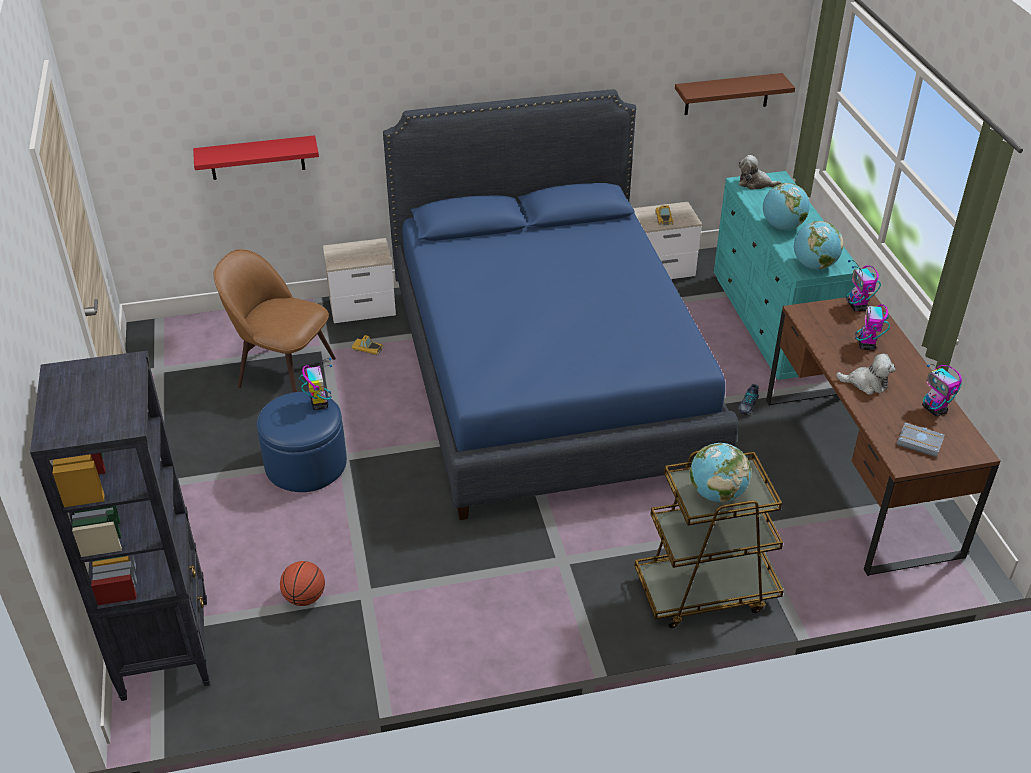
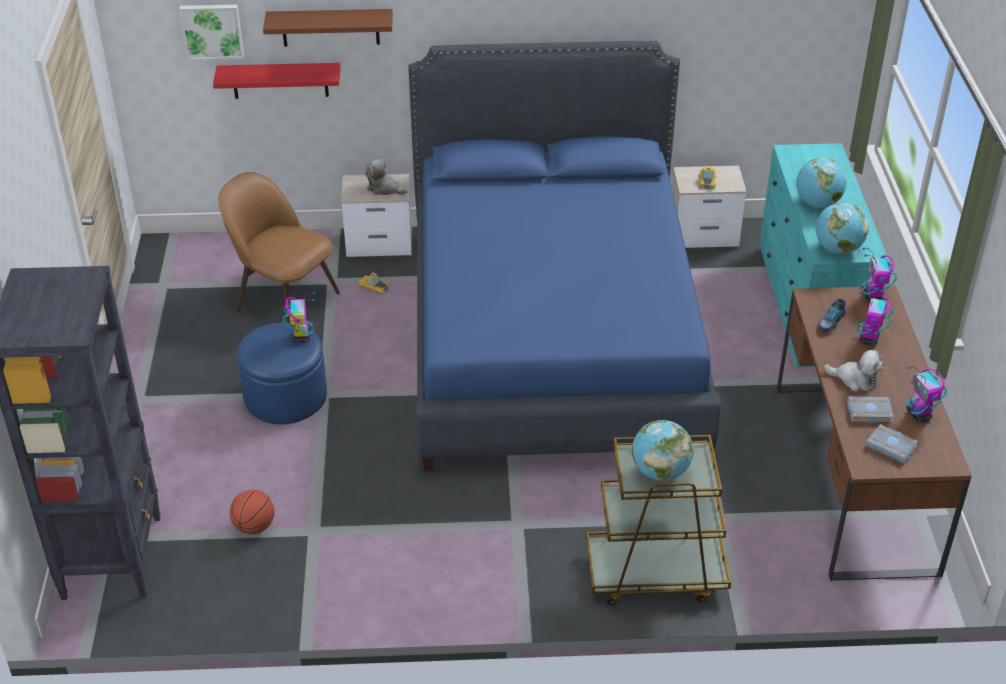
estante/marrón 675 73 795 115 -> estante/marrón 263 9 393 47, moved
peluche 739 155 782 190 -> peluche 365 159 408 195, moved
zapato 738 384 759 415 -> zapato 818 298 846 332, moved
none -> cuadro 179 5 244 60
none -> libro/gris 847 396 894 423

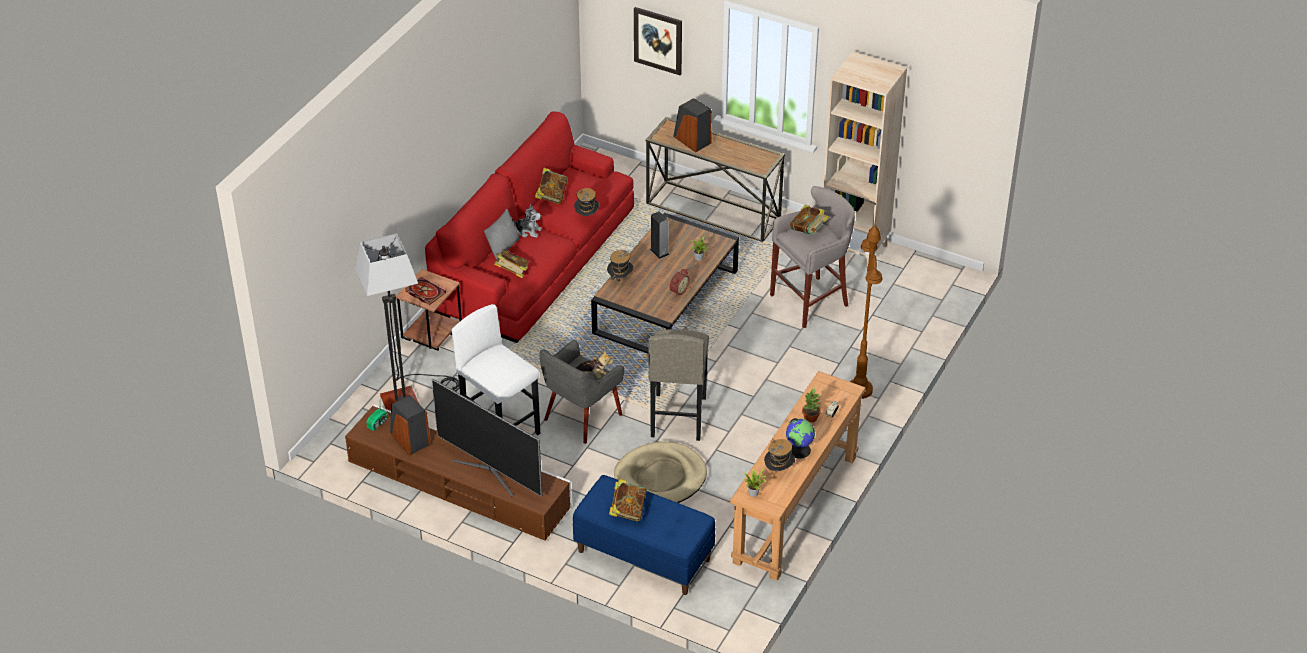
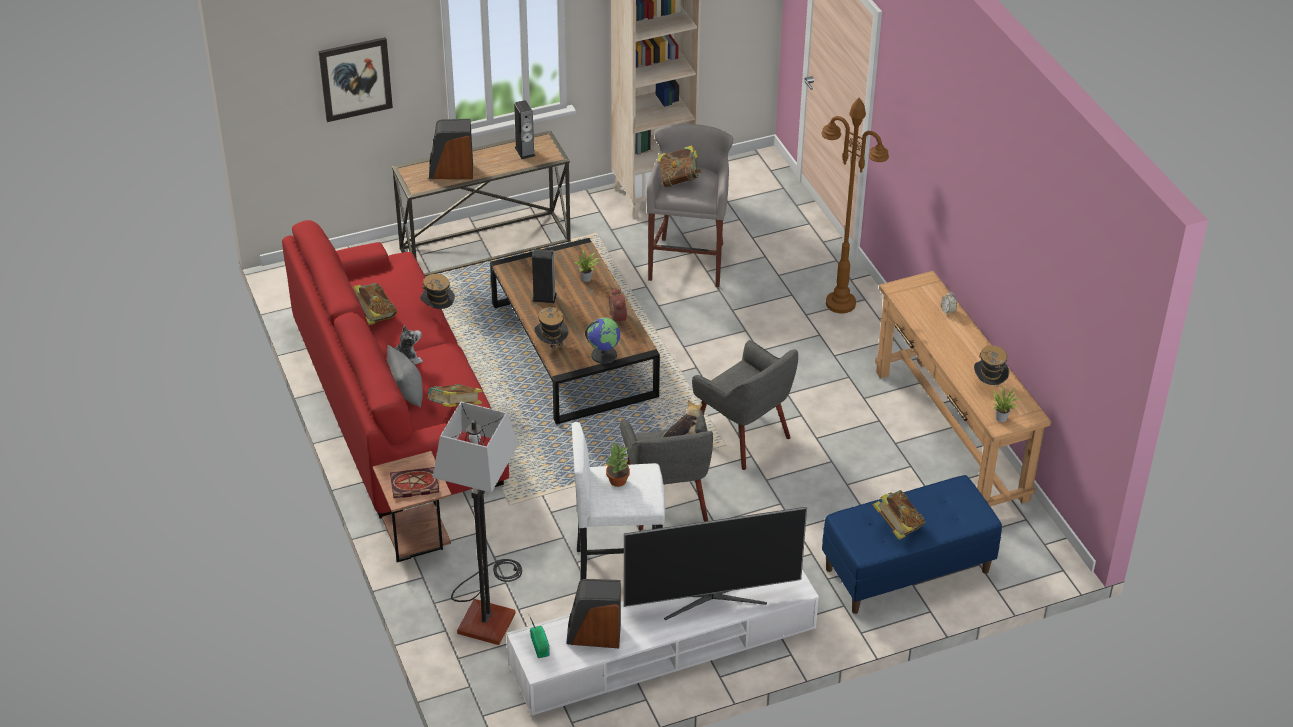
taburete/gris 648 329 709 441 -> sillón/gris 692 340 798 470
planta en maceta 802 388 821 423 -> planta en maceta 605 442 630 487, moved
mueble de televisión/marrón 345 405 572 540 -> mueble de televisión/blanco 506 570 819 716
globo terráqueo 786 418 815 458 -> globo terráqueo 585 317 620 364, moved
cama para perro/beis 614 441 707 503 -> none
none -> altavoz 514 100 535 159

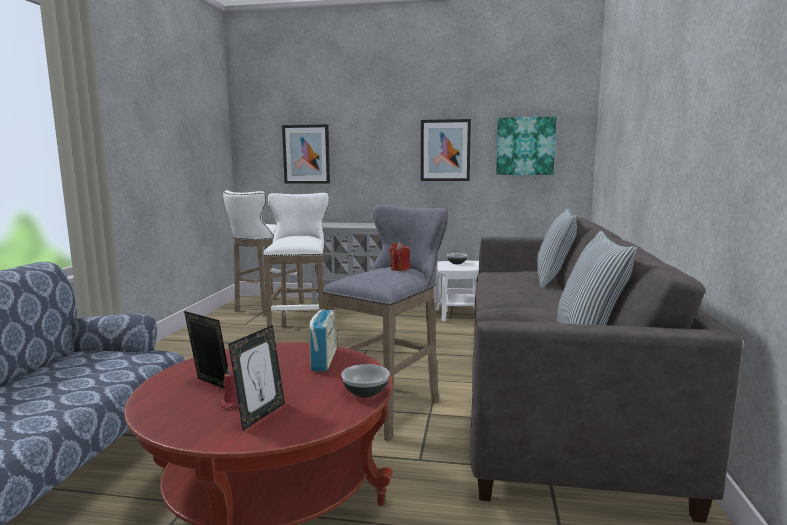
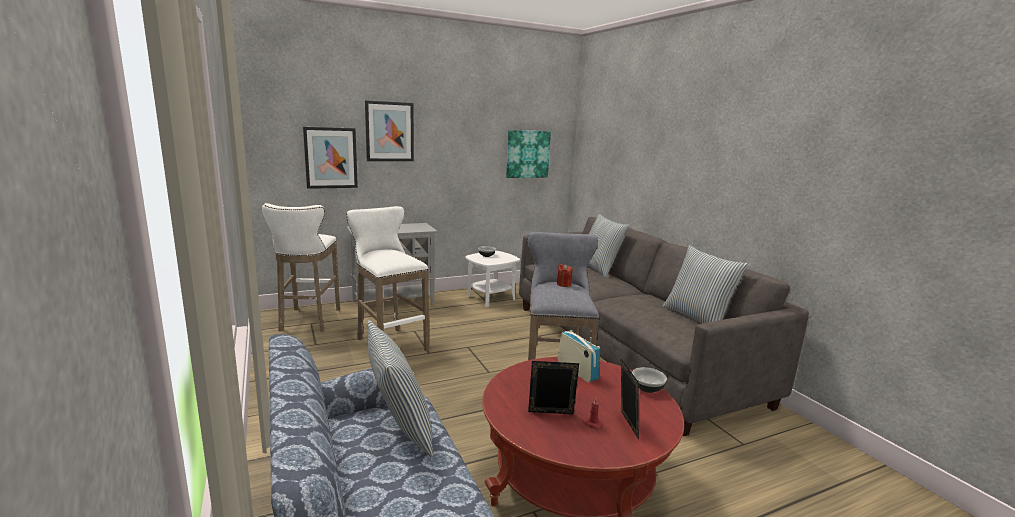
cuadro 421 119 471 181 -> cuadro 365 100 414 161, moved
none -> cojín 367 320 433 457

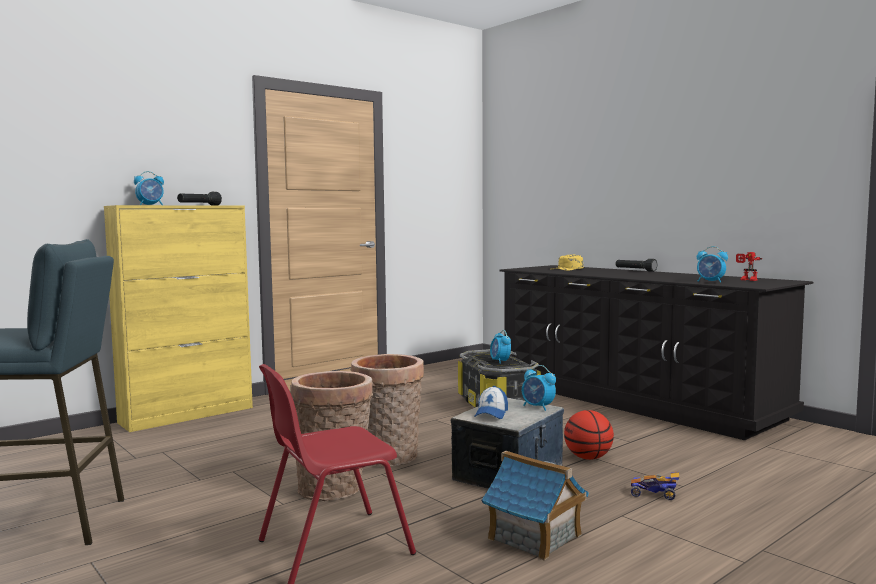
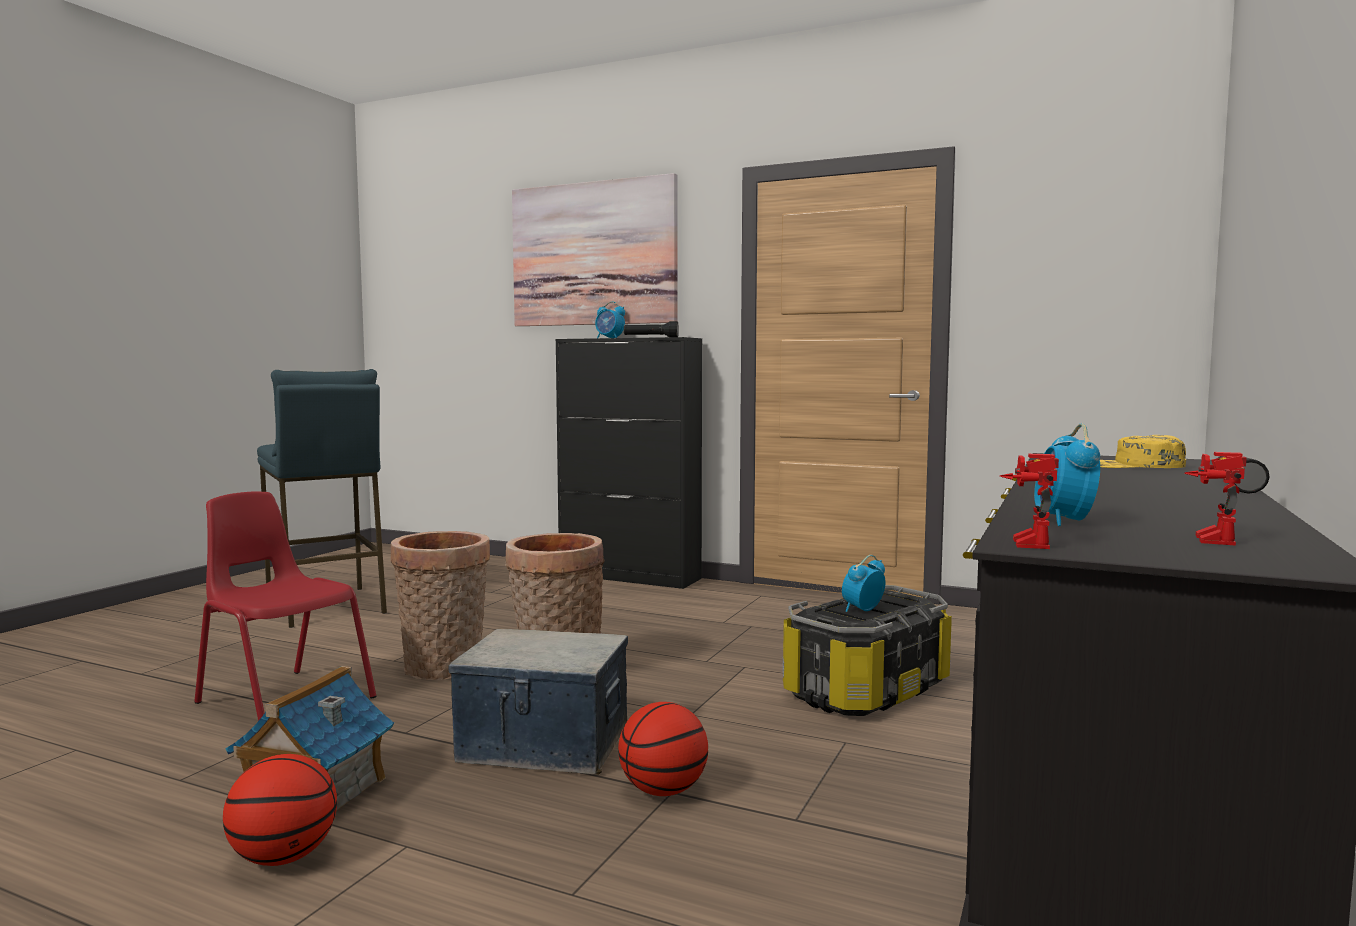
armario/amarillo 104 205 253 432 -> armario/negro 556 337 702 589
despertador 522 365 556 411 -> none
gorra 474 386 508 419 -> none
coche de juguete 631 471 679 500 -> none
none -> cuadro 512 173 677 326
none -> robot de juguete 1000 454 1059 549
none -> balón de baloncesto 223 754 337 866

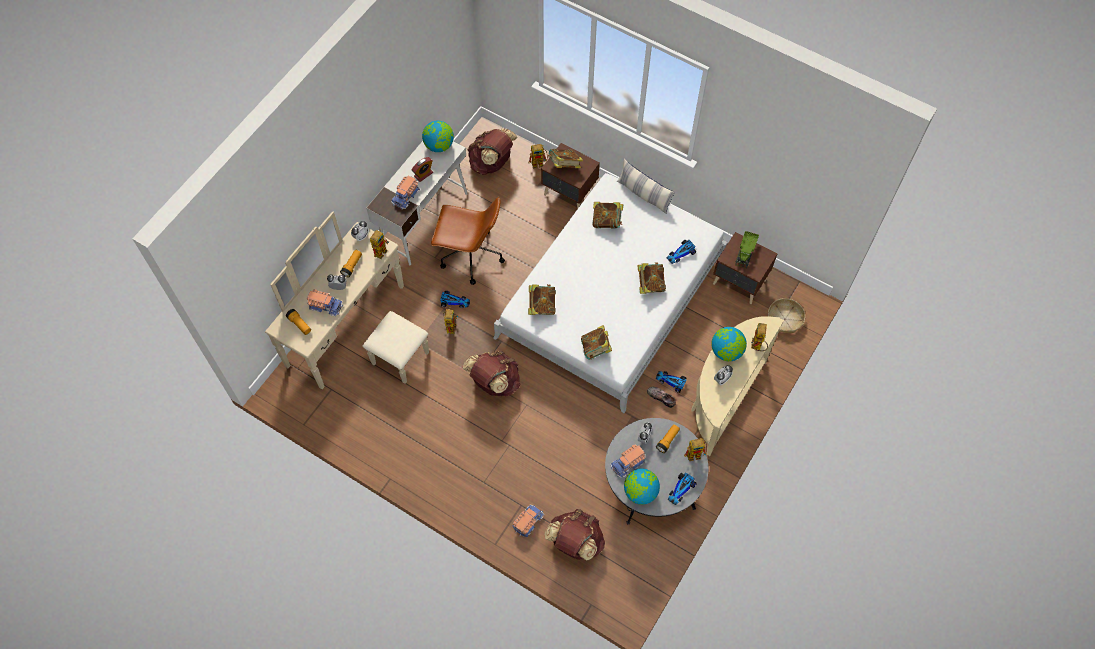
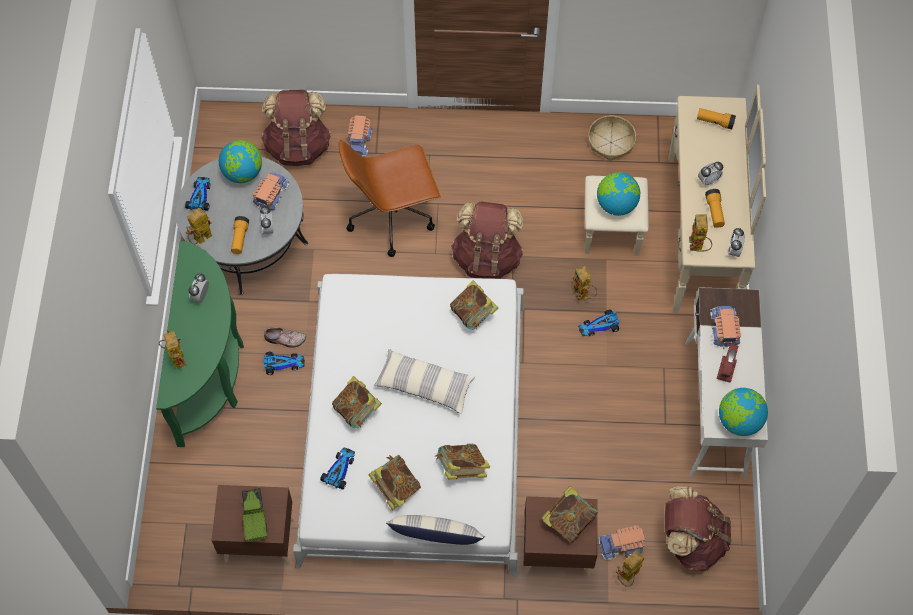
silla de oficina/marrón 430 197 505 285 -> silla de oficina/marrón 338 140 441 257, moved
camión de juguete 307 289 343 317 -> camión de juguete 598 525 645 560, moved
cesta 768 298 805 333 -> cesta 588 116 636 161, moved
mesa consola/beis 691 316 784 456 -> mesa consola/verde 156 241 244 447
libro 581 325 612 360 -> libro 368 455 421 510, moved
globo terráqueo 711 327 747 361 -> globo terráqueo 597 172 640 216, moved
none -> cojín 374 349 476 414

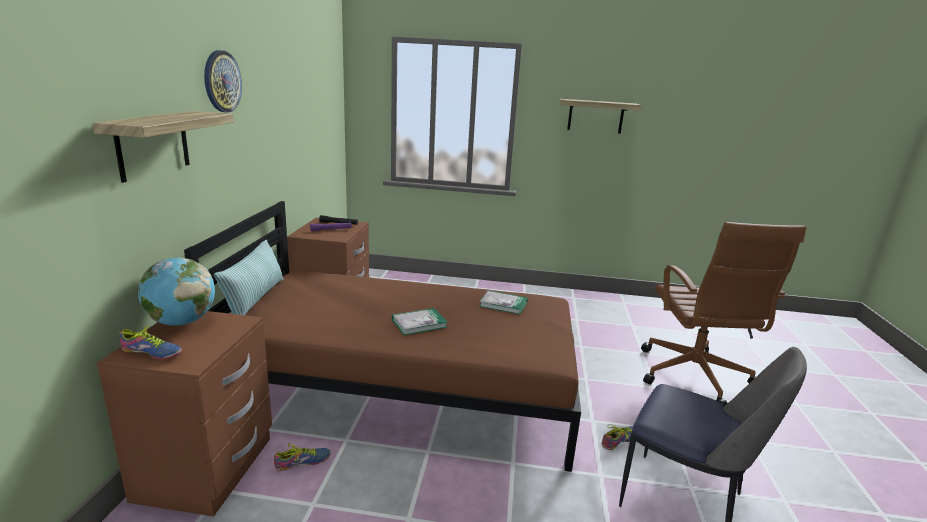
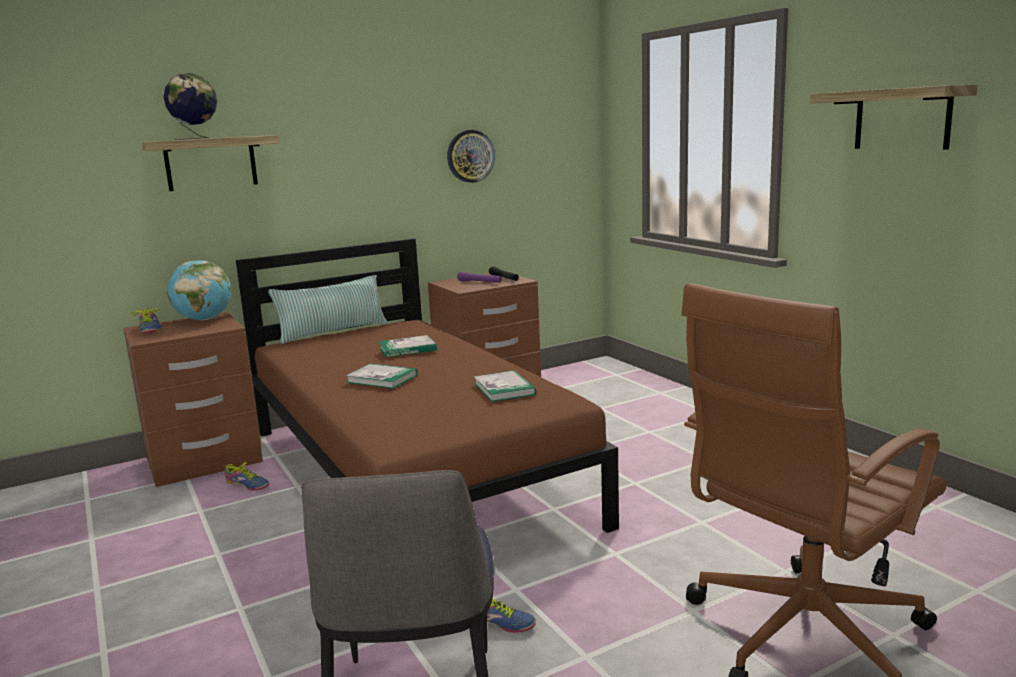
reloj de pared 204 50 242 112 -> reloj de pared 447 130 495 183, moved
none -> globo terráqueo 164 73 217 140
none -> libro 379 335 437 357

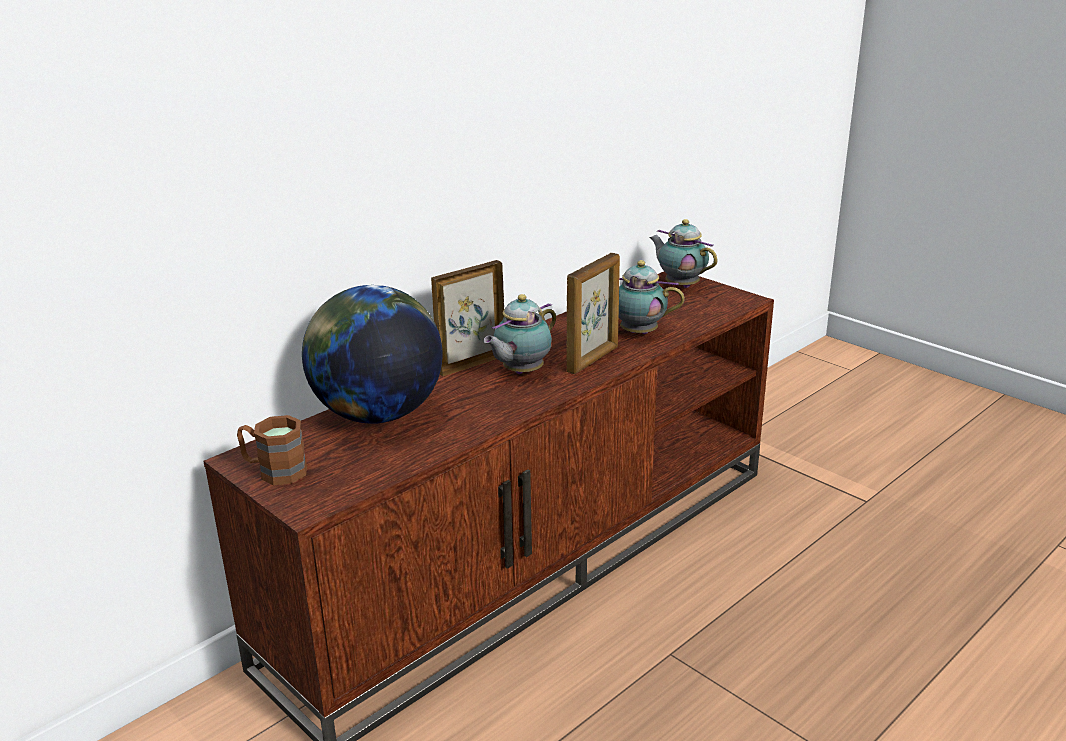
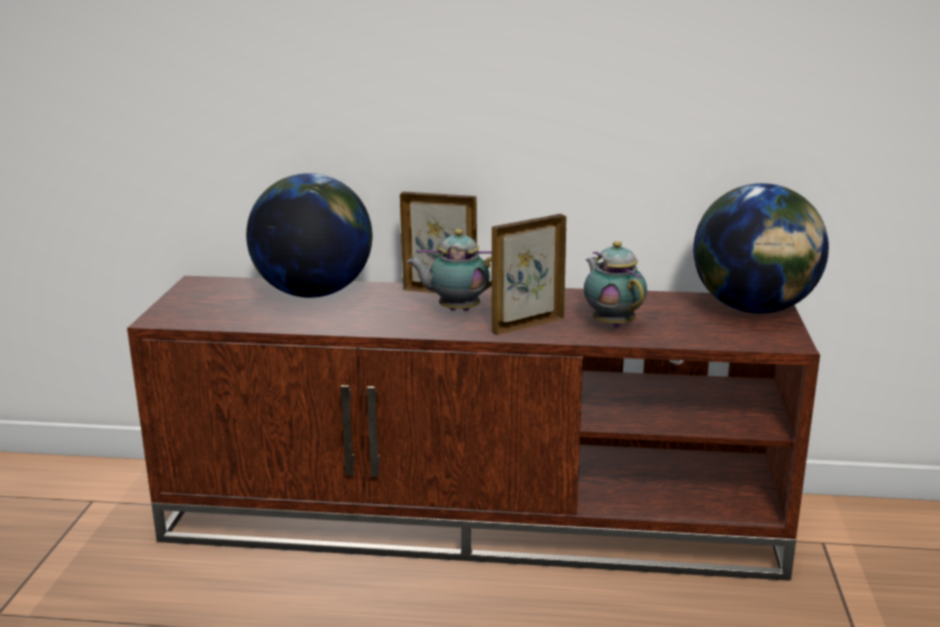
tetera 649 219 717 288 -> globo terráqueo 693 183 829 314
portarretratos 566 253 620 374 -> portarretratos 492 214 566 336, 150 degrees clockwise
taza grande/marrón 237 415 307 485 -> none

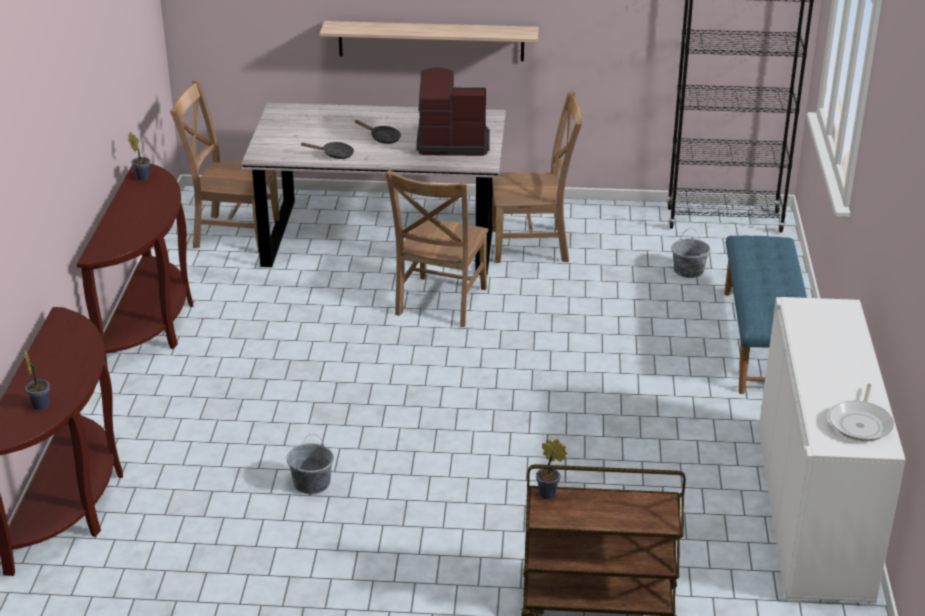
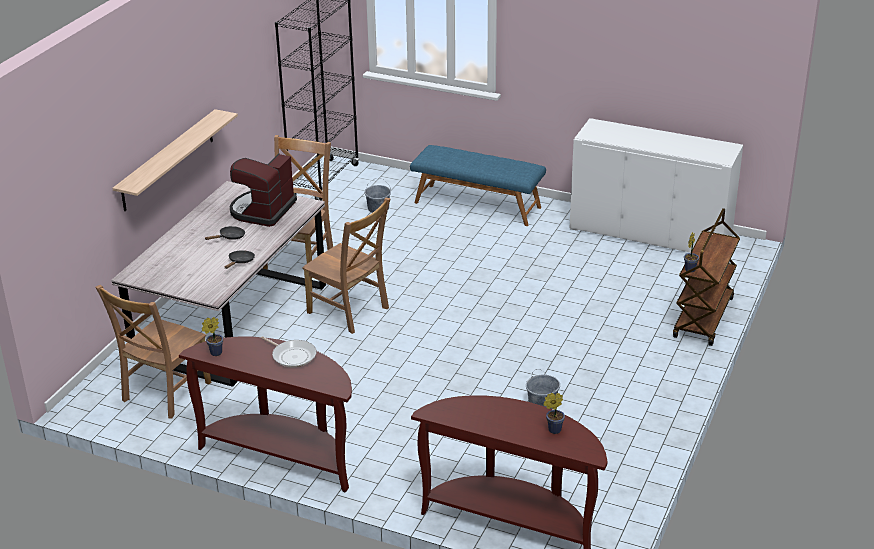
sartén 829 384 894 441 -> sartén 261 336 317 368, moved

